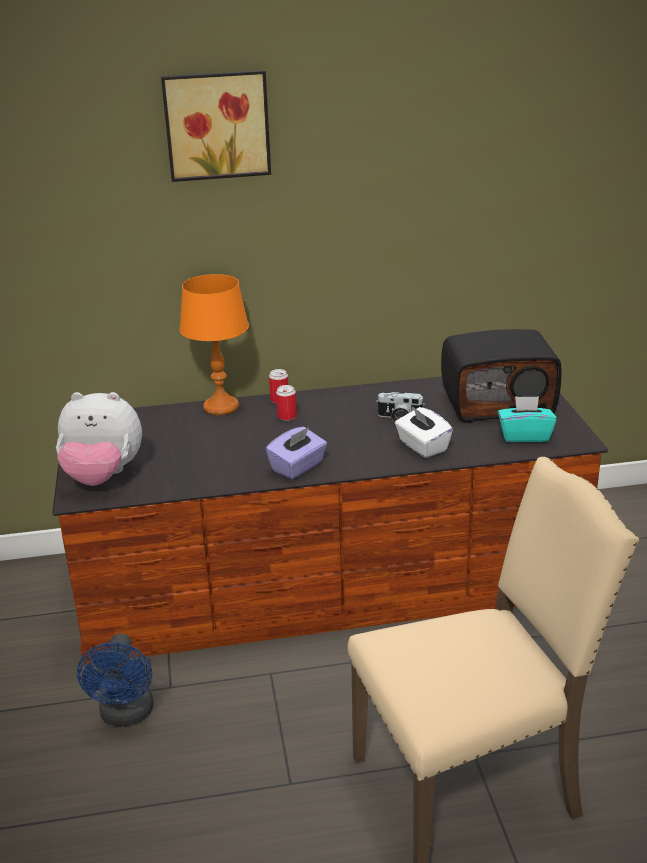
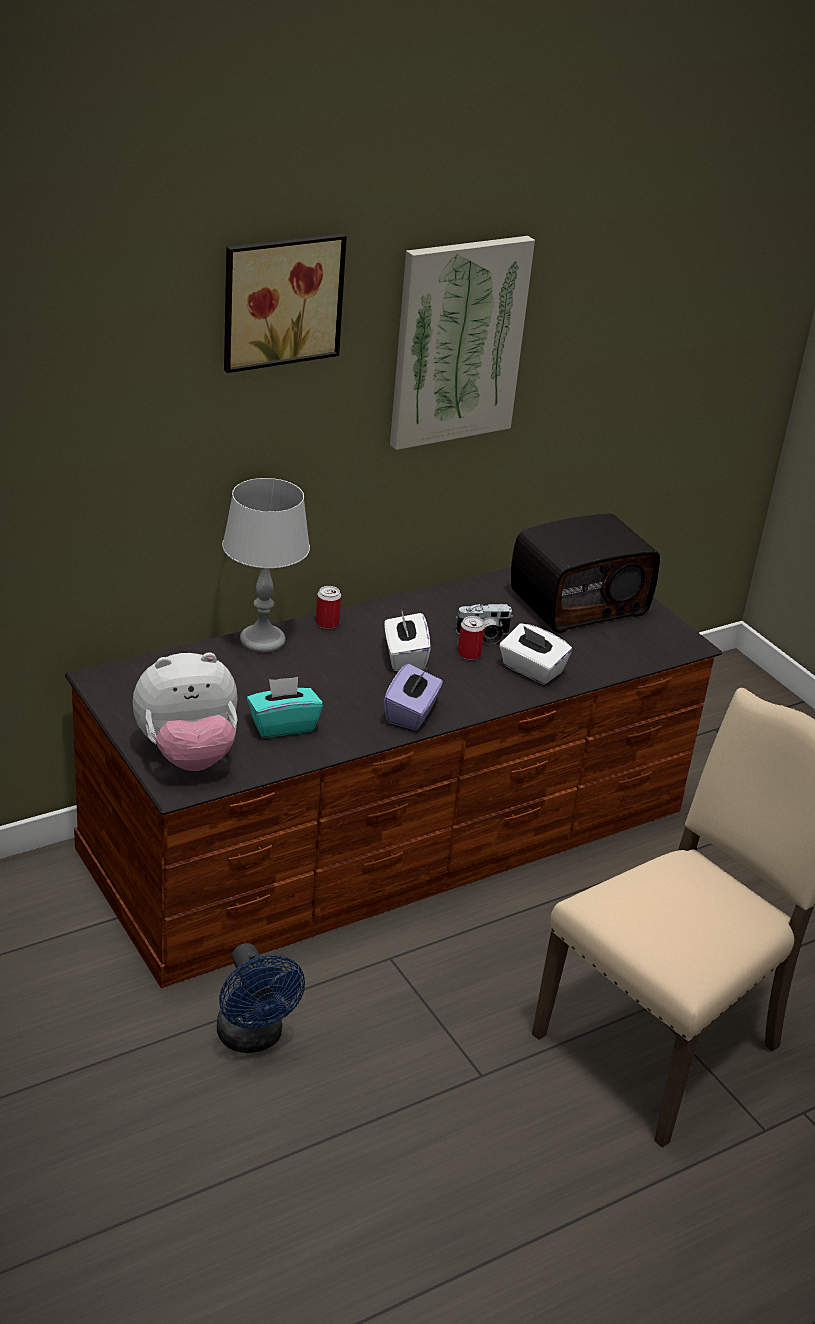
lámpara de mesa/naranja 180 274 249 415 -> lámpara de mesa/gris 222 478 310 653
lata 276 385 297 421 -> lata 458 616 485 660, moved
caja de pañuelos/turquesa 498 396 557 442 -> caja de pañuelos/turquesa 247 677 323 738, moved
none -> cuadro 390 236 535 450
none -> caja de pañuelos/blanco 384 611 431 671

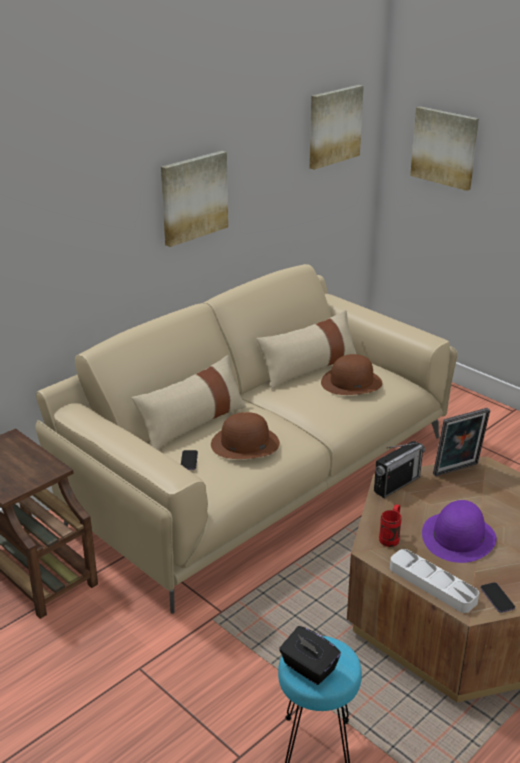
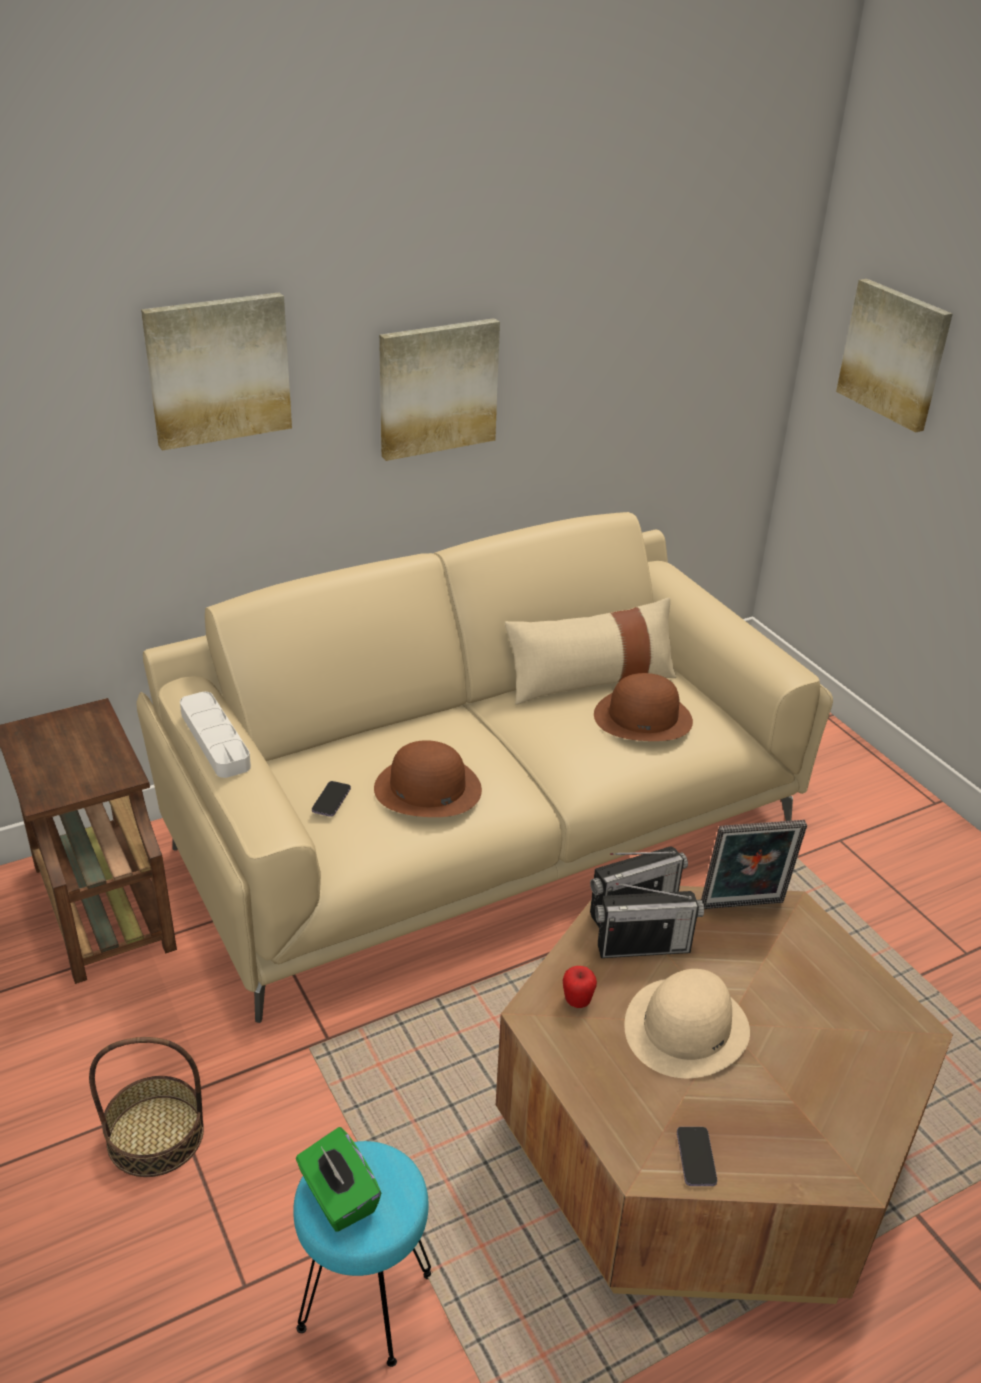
cuadro 309 85 364 170 -> cuadro 141 292 292 451, moved
cojín/beis 132 355 246 450 -> none
sombrero/morado 422 500 497 563 -> sombrero/beis 624 969 750 1078
taza grande/rojo 379 504 402 547 -> manzana 563 966 597 1008
bandeja/blanco 390 549 479 613 -> bandeja/blanco 180 692 251 778, moved
caja de pañuelos/negro 279 626 341 685 -> caja de pañuelos/verde 296 1127 381 1232
none -> radio 595 883 704 958
none -> cesta 89 1037 204 1177

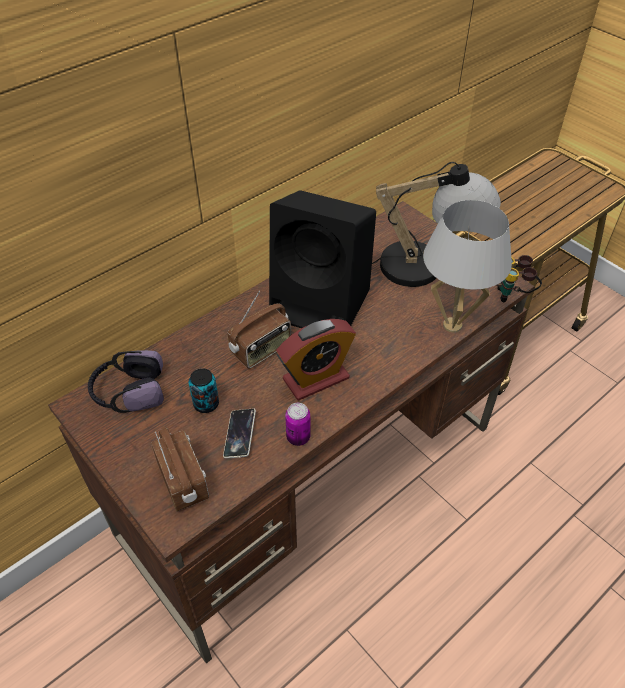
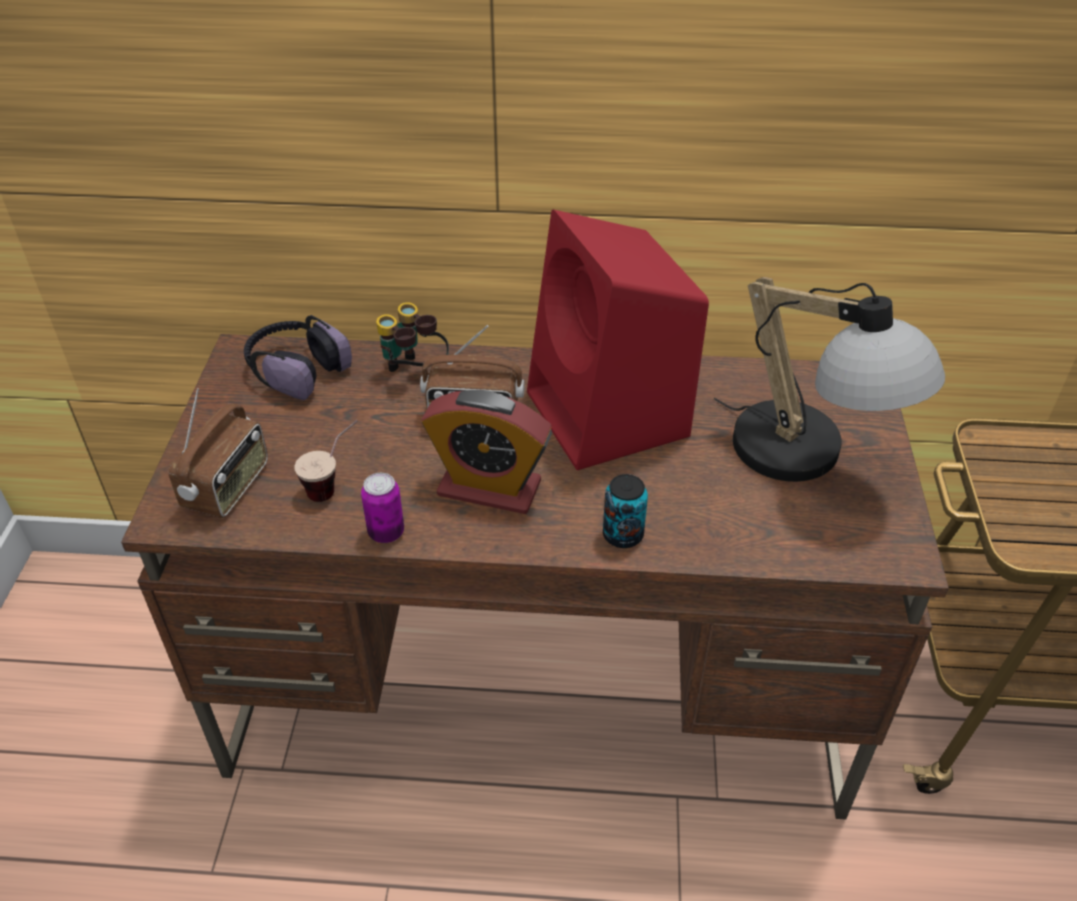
altavoz/negro 269 190 376 328 -> altavoz/rojo 527 209 709 470
lámpara de mesa/blanco 423 200 512 333 -> none
prismáticos 496 255 542 302 -> prismáticos 376 302 449 372, moved
lata 189 368 219 413 -> lata 603 474 648 548, moved
móvil 223 409 256 459 -> taza 295 420 358 502

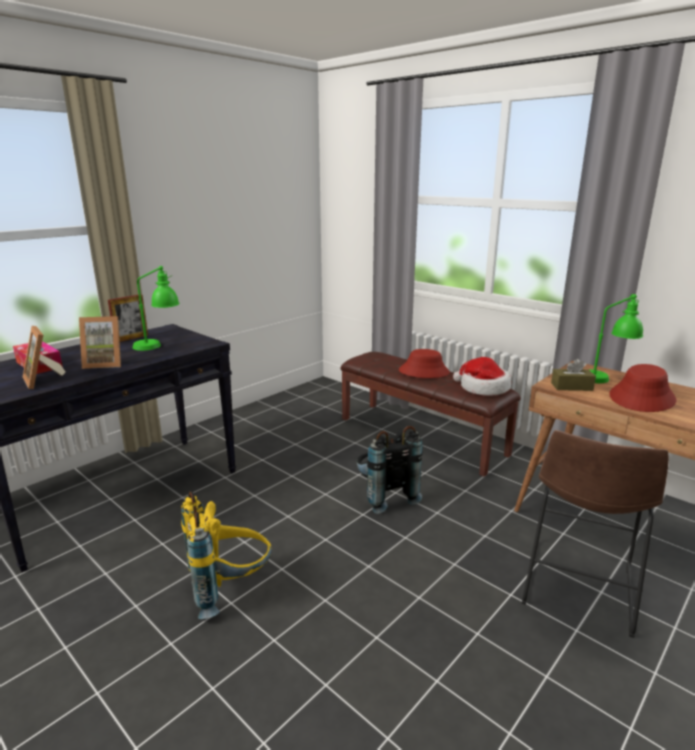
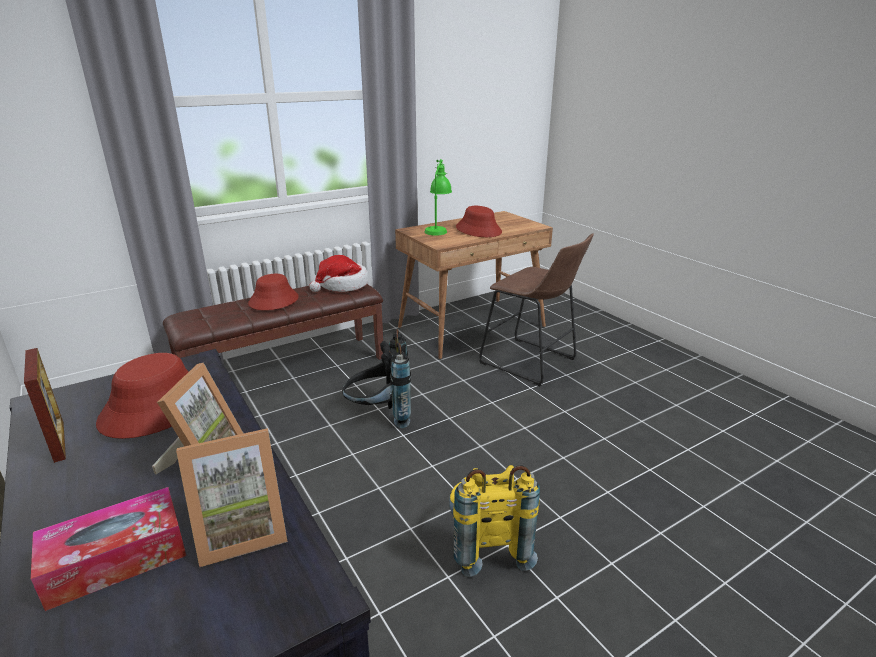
lámpara de mesa/verde 133 266 180 351 -> sombrero/rojo 96 353 189 439
caja de pañuelos/marrón 551 359 596 391 -> none

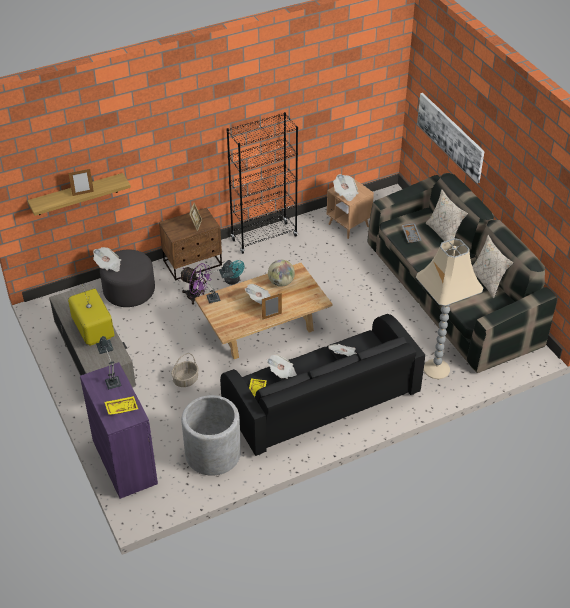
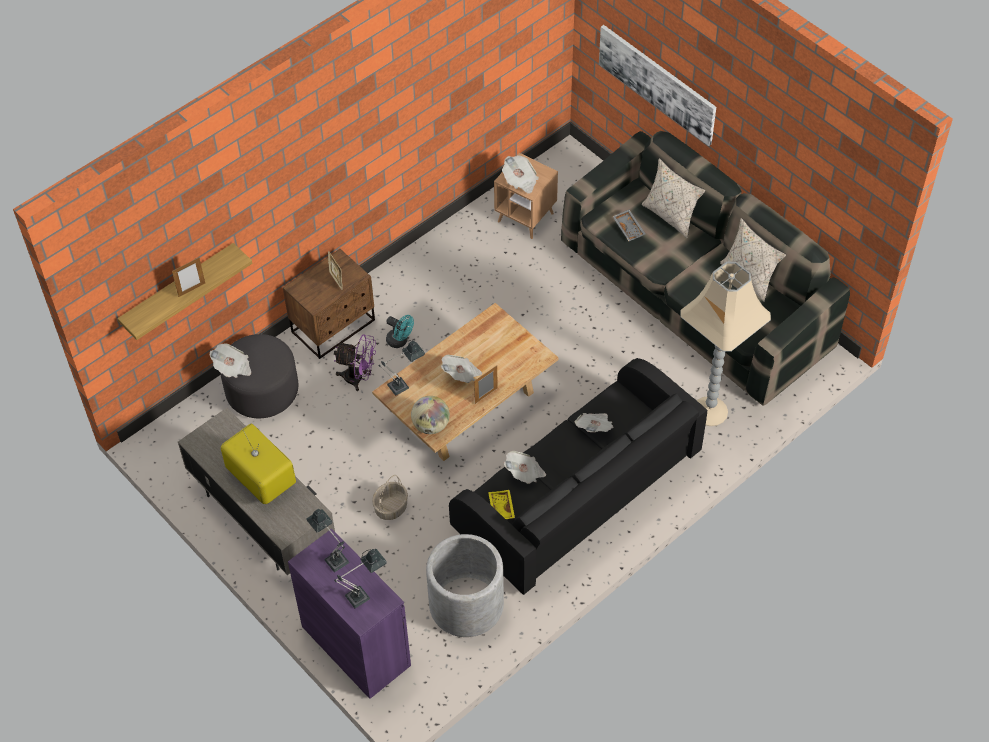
estantería/negro 227 112 298 254 -> none
globo terráqueo 268 260 295 287 -> globo terráqueo 411 396 450 434, moved
bandeja/amarillo 104 396 138 415 -> lámpara de mesa 334 549 387 608

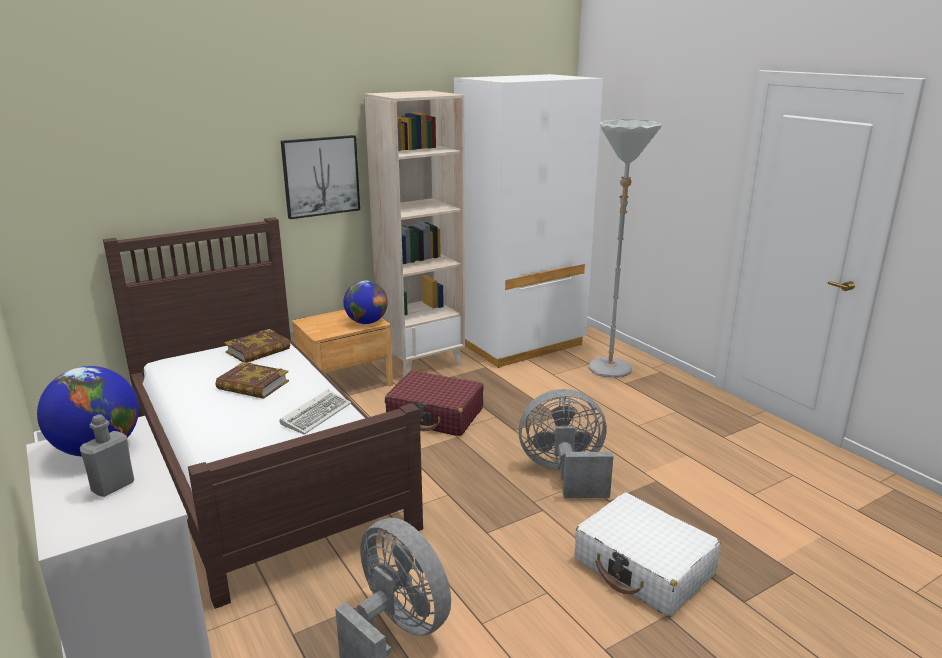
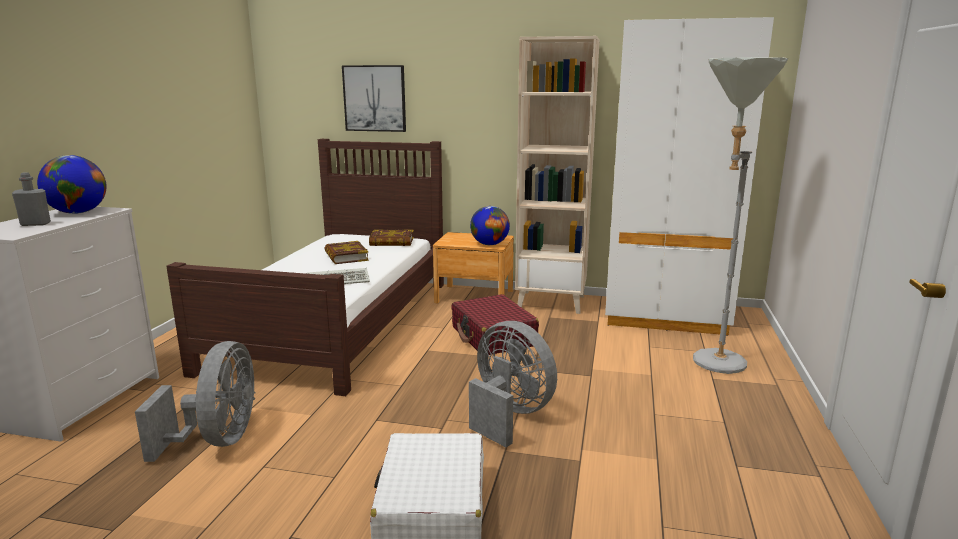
cuadro 281 135 360 219 -> cuadro 342 65 406 132, moved

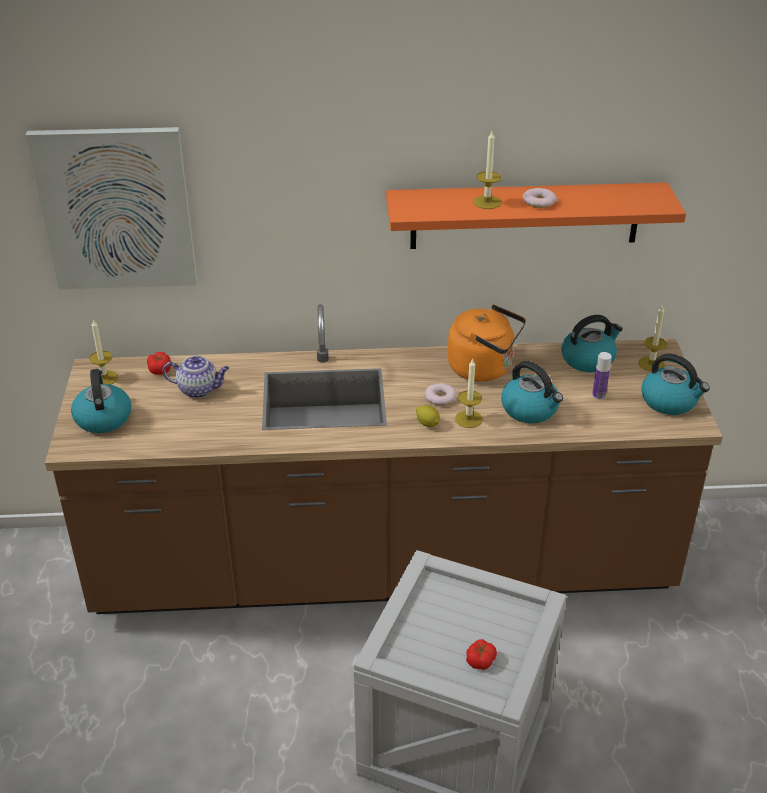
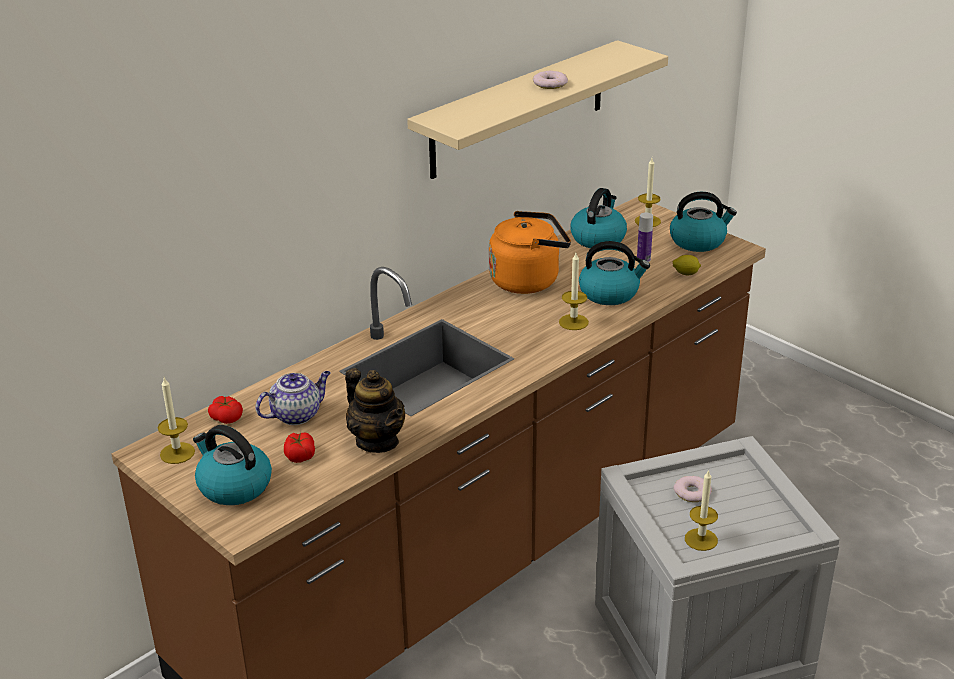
cuadro 26 127 198 289 -> none
vela 473 131 501 209 -> vela 685 469 718 551, moved
estante/naranja 386 182 686 249 -> estante/beis 407 40 668 179
rosquilla 425 383 457 405 -> rosquilla 674 476 712 502, moved
limón 416 405 440 427 -> limón 673 255 701 275, moved
tomate 466 639 497 670 -> tomate 284 433 315 463, moved
none -> tetera 345 368 405 453

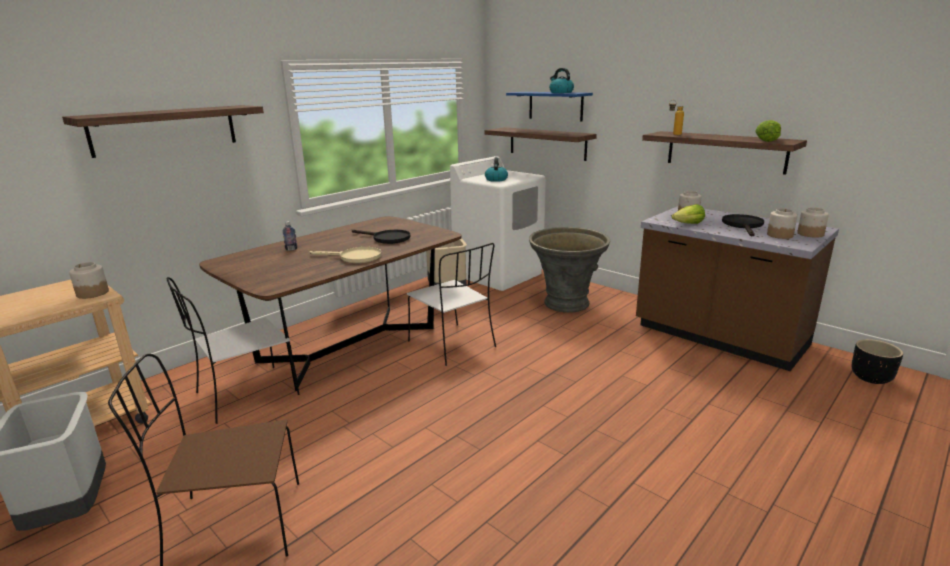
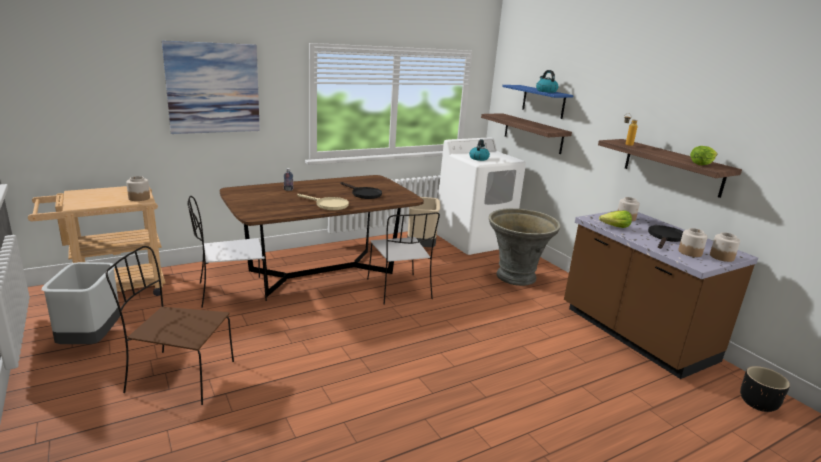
estante 62 105 264 158 -> cuadro 162 41 260 134

